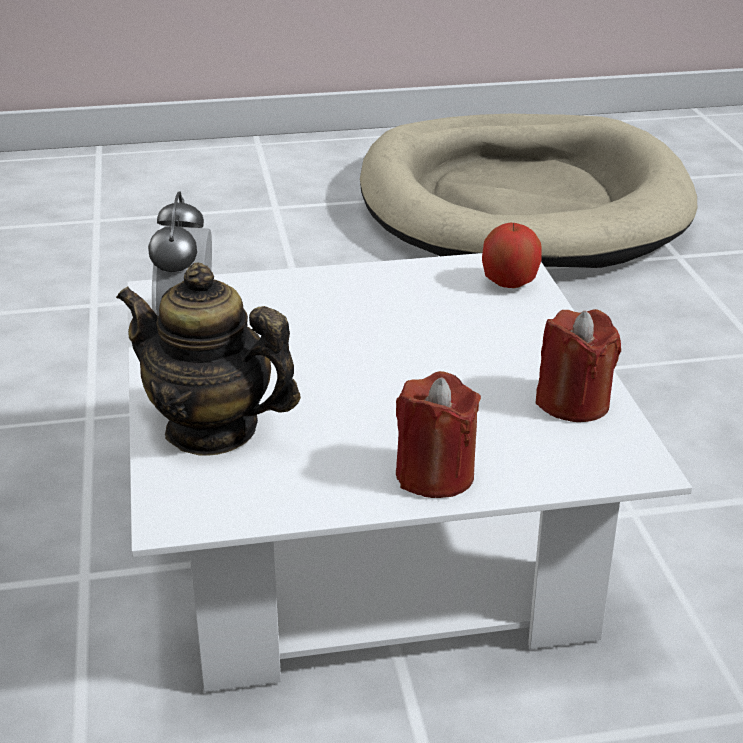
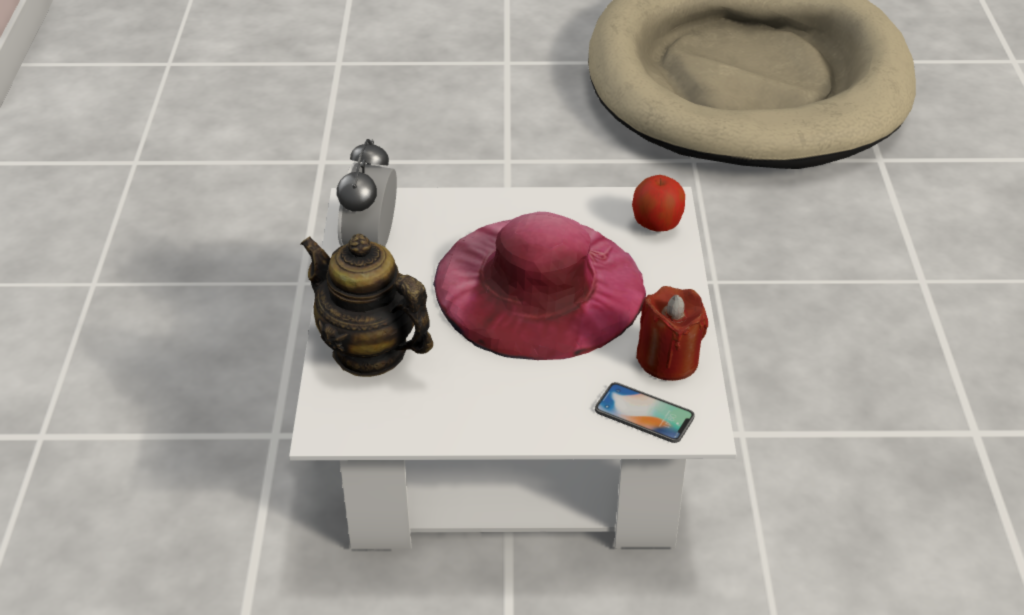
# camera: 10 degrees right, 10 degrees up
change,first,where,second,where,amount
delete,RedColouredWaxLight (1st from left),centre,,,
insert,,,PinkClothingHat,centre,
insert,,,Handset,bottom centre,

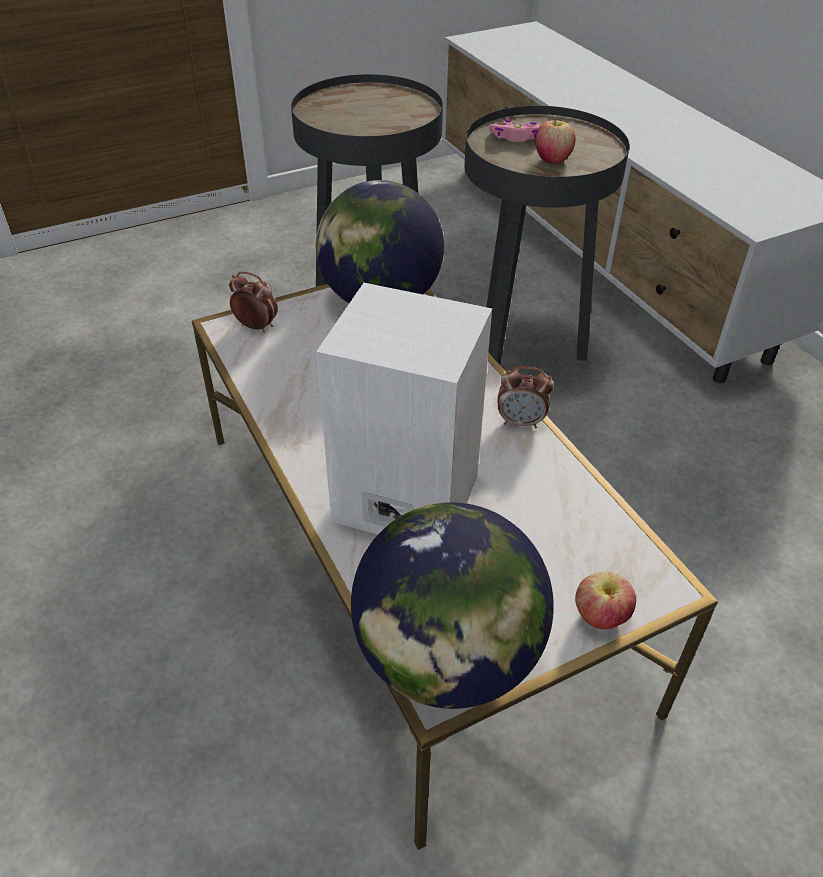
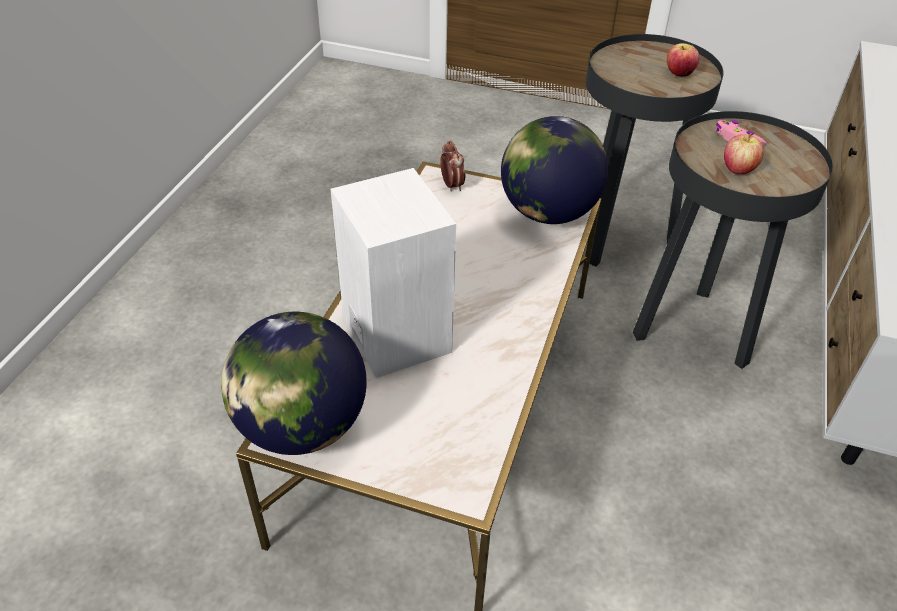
# camera: 45 degrees right, 0 degrees up
change,first,where,second,where,amount
delete,TableClock (2nd from left),centre,,,
move,AppleFruit (2nd from left in the first image),bottom right,AppleFruit (1st from left),top right,

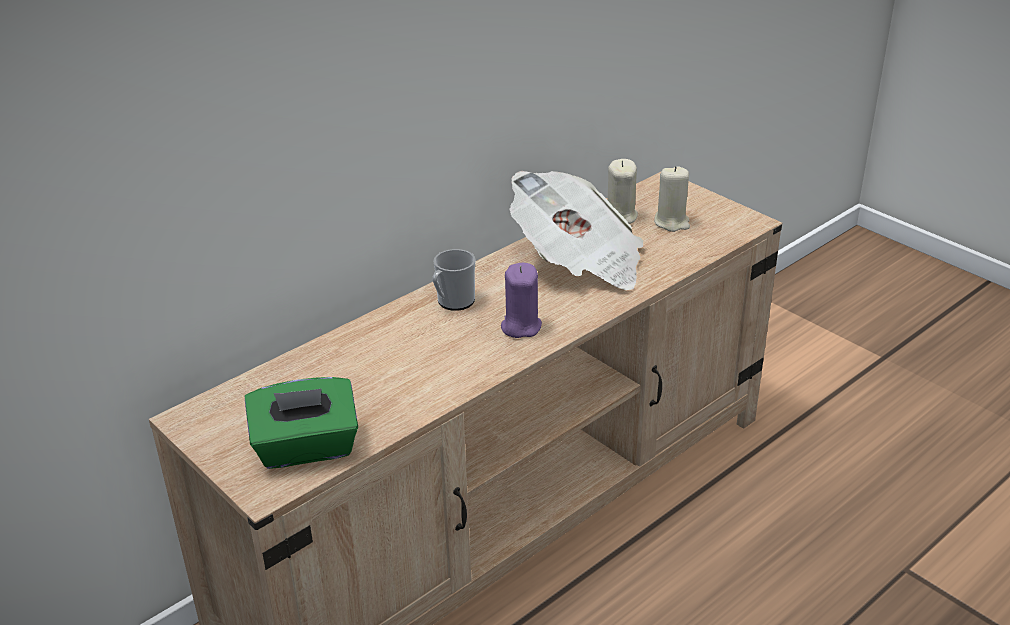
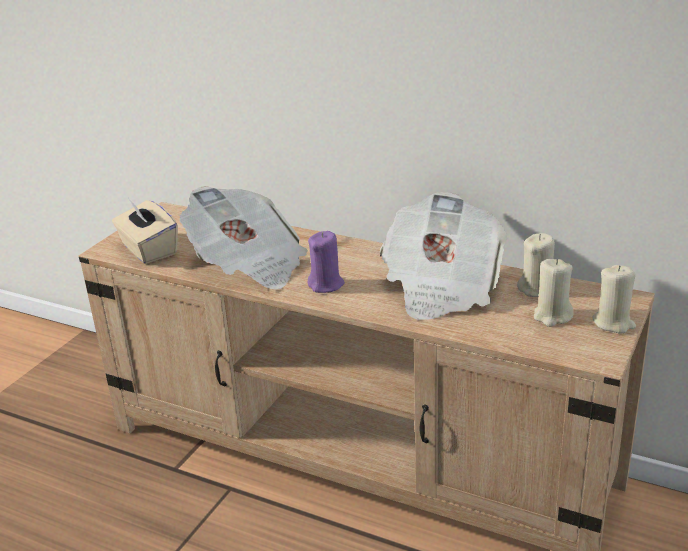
# camera: 70 degrees right, 5 degrees down
change,first,where,second,where,amount
delete,Mug,centre,,,
recolor,GreenTissueBox,bottom left,BeigeTissueBox,middle left,
insert,,,DailyPaper (1st from left),centre,
insert,,,BeigeWaxLight (3rd from left),middle right,

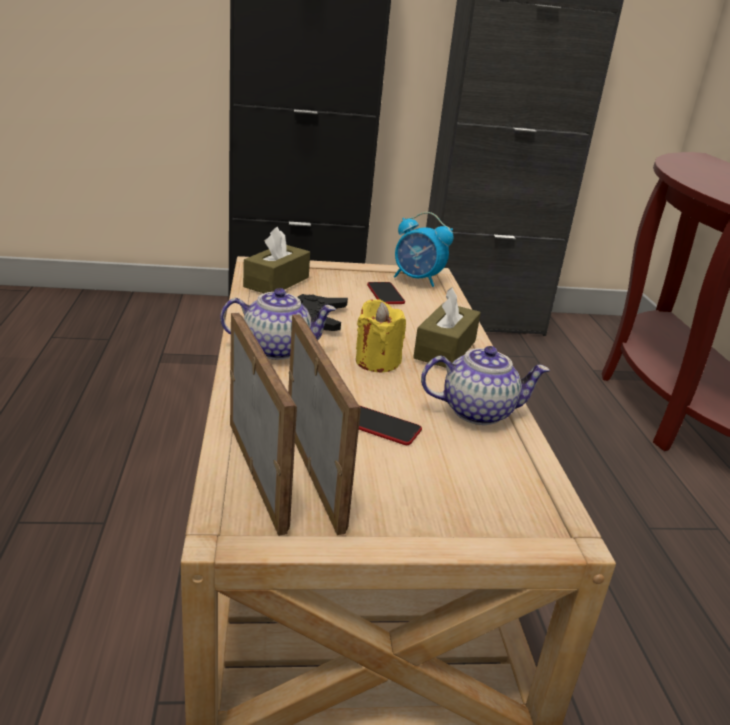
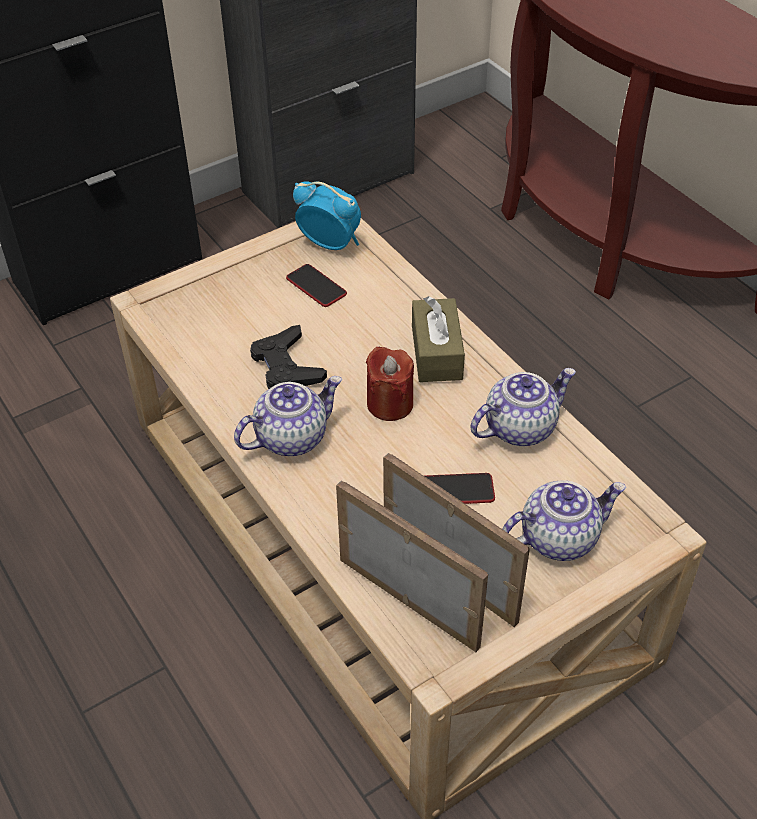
# camera: 25 degrees left, 20 degrees up
change,first,where,second,where,amount
rotate,TableClock,centre,,top centre,150 degrees counterclockwise
delete,BrownTissueBox (1st from left),centre,,,
recolor,YellowColouredWaxLight,centre,RedColouredWaxLight,centre,
insert,,,Teapot (3rd from left),middle right,

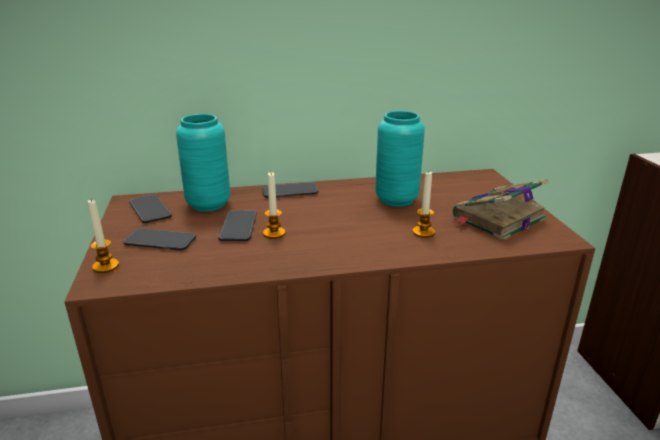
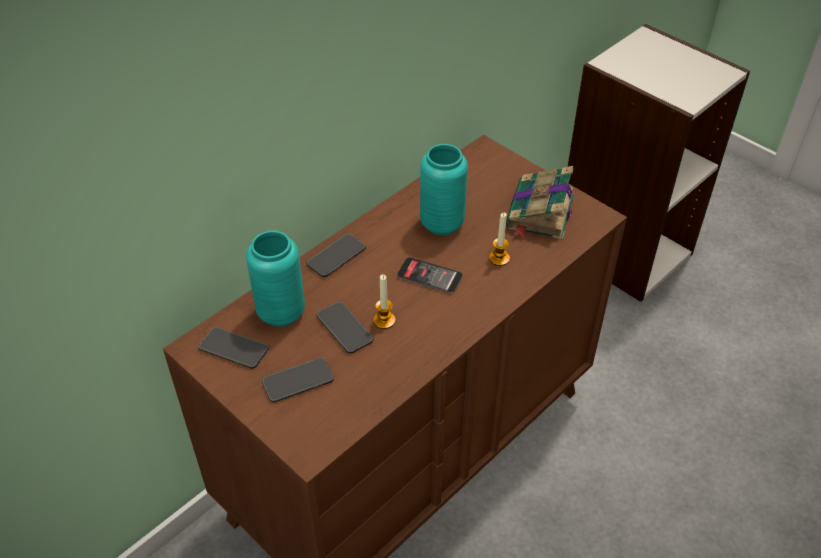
# camera: 35 degrees left, 20 degrees up
change,first,where,second,where,amount
delete,WaxLight (1st from left),middle left,,,
insert,,,Handset (5th from left),centre,

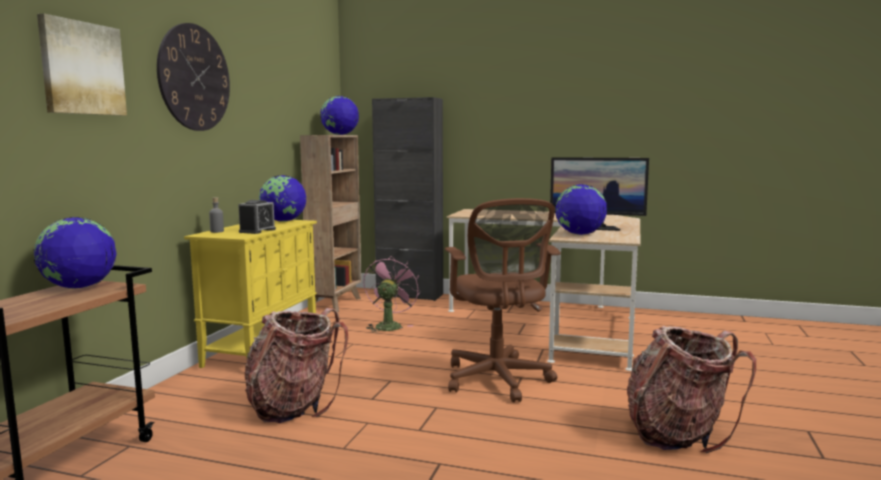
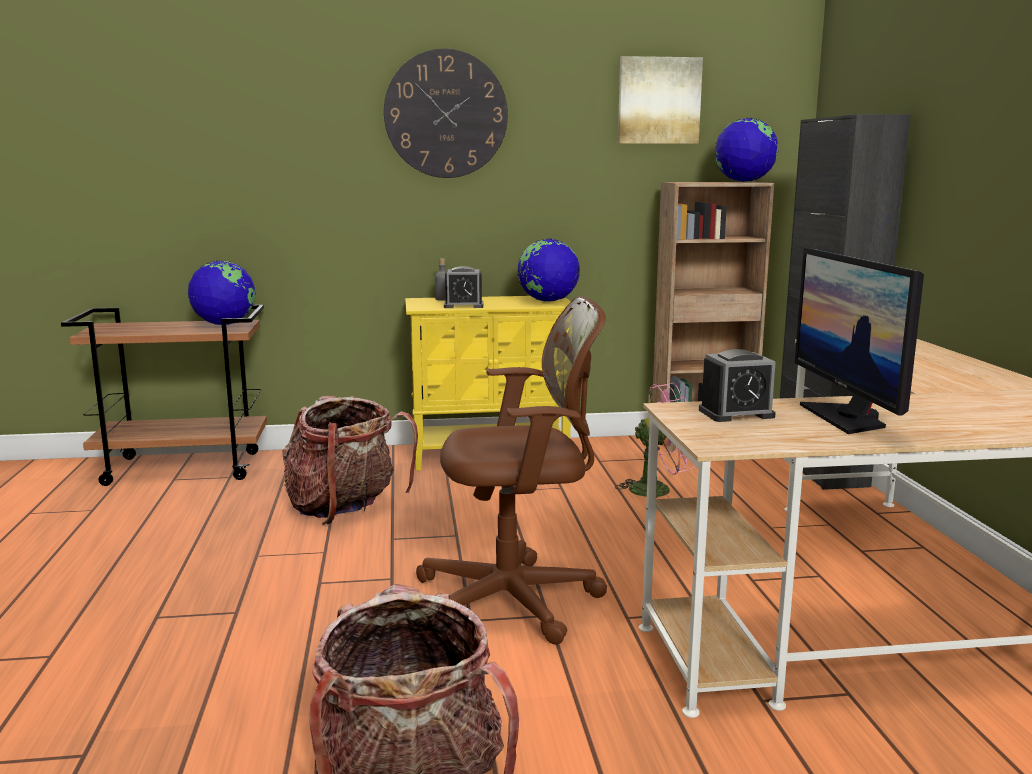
# camera: 65 degrees right, 5 degrees up
change,first,where,second,where,amount
move,Picture,top left,,top centre,
replace,WorldGlobe (4th from left),centre,TableClock (2nd from left),middle right,
rotate,BrownComputerChair,centre,,centre,150 degrees counterclockwise

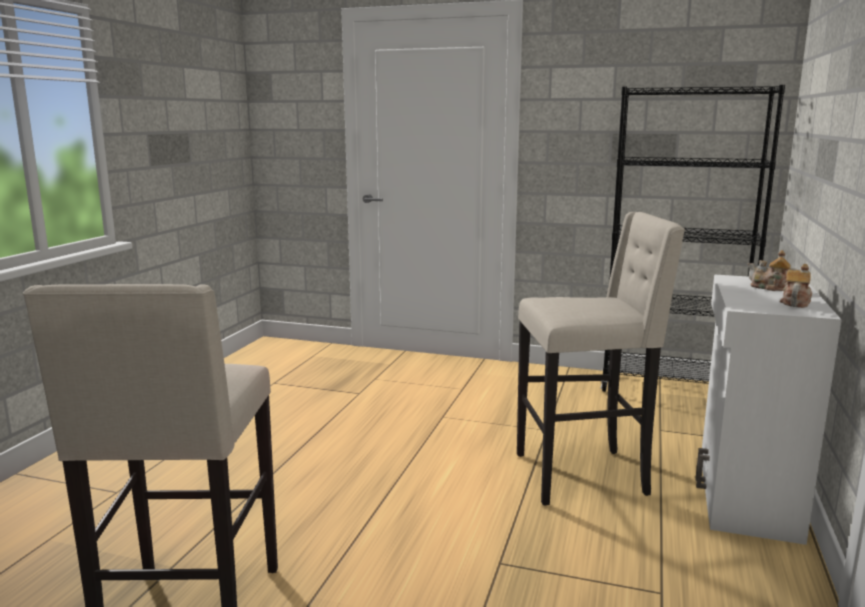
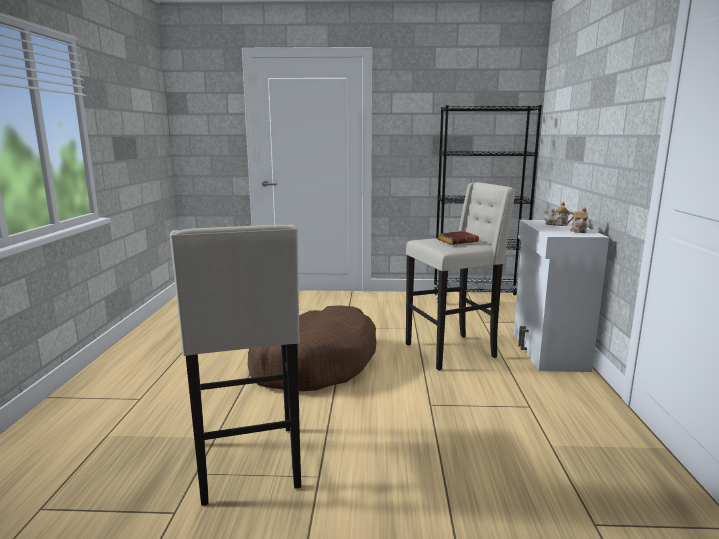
# camera: 15 degrees left, 0 degrees up
change,first,where,second,where,amount
insert,,,BrownBoundBook,centre,
insert,,,BrownDogBed,centre,

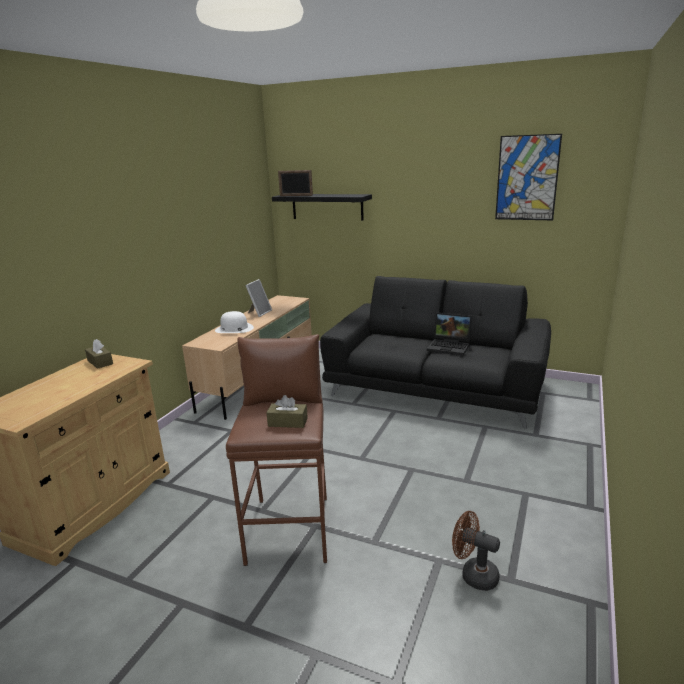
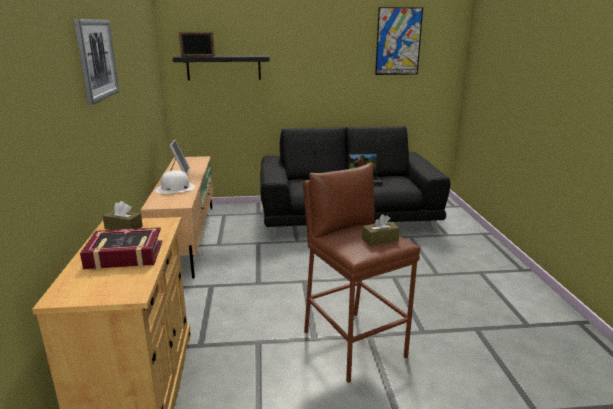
# camera: 30 degrees left, 0 degrees up
change,first,where,second,where,amount
delete,BrownElectricFan,bottom right,,,
insert,,,Picture (1st from left),top left,
insert,,,BoundBook,middle left,

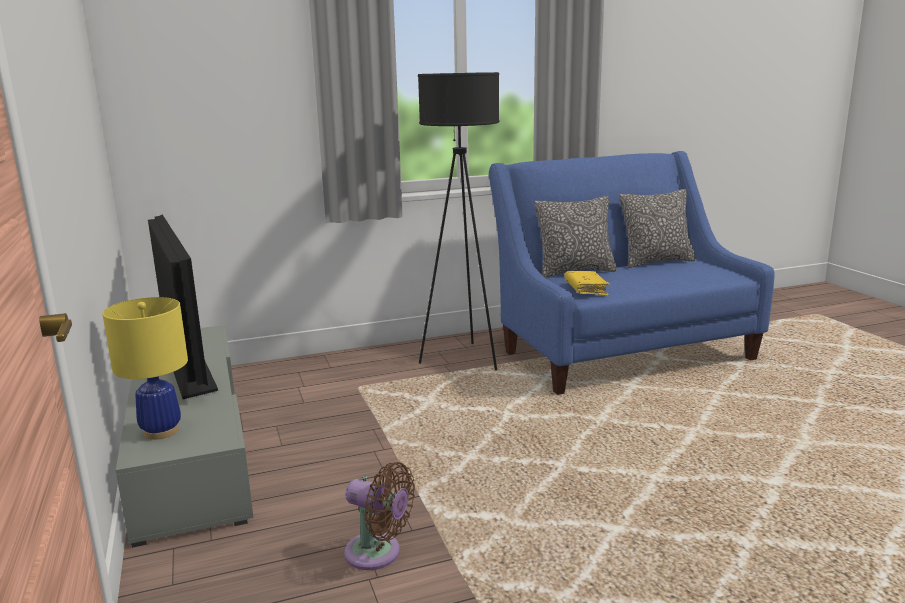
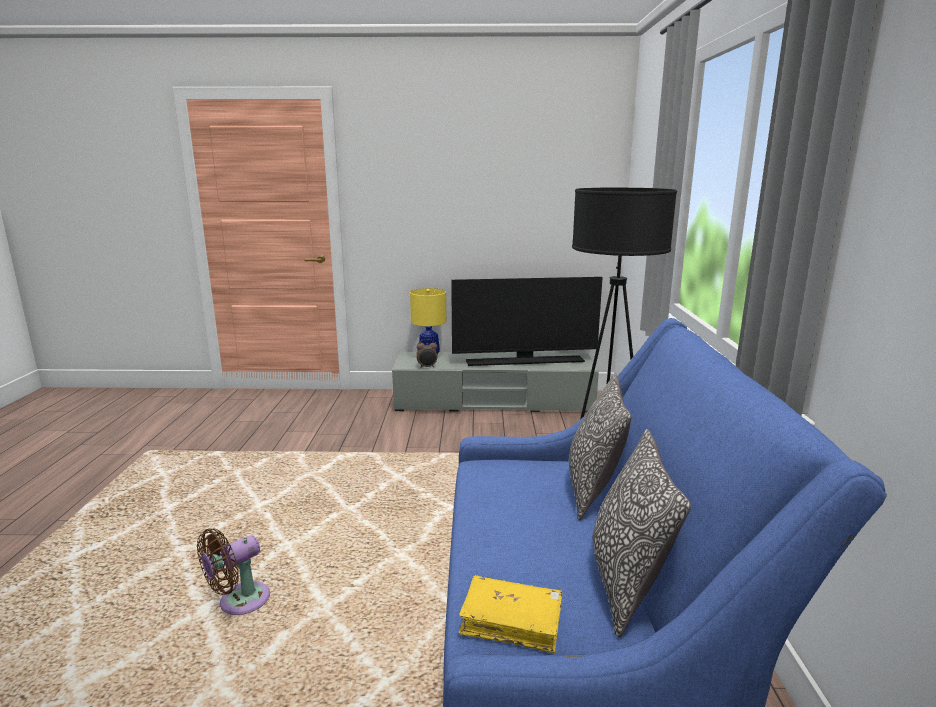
# camera: 110 degrees right, 0 degrees up
change,first,where,second,where,amount
move,YellowColouredBoundBook,centre,,bottom centre,
move,BrownElectricFan,bottom centre,,bottom left,
insert,,,TableClock,centre,

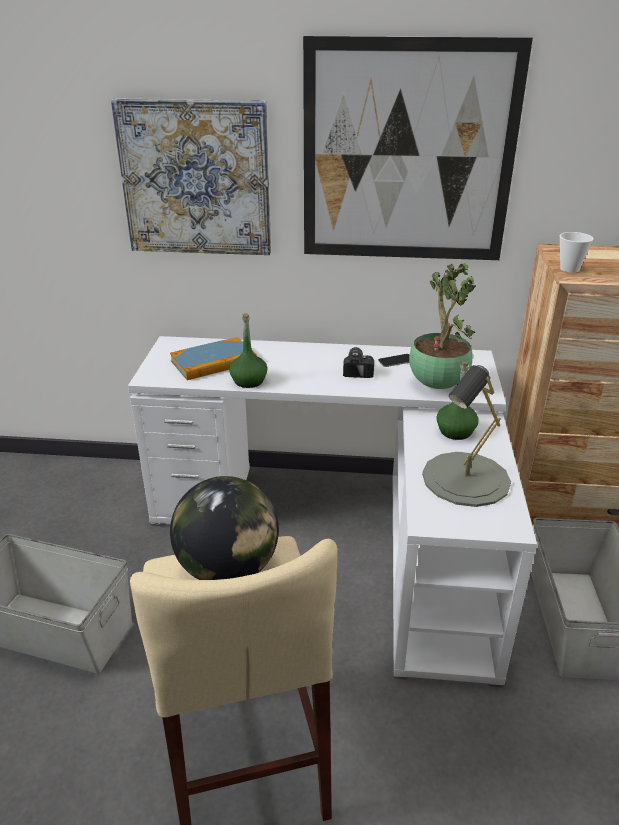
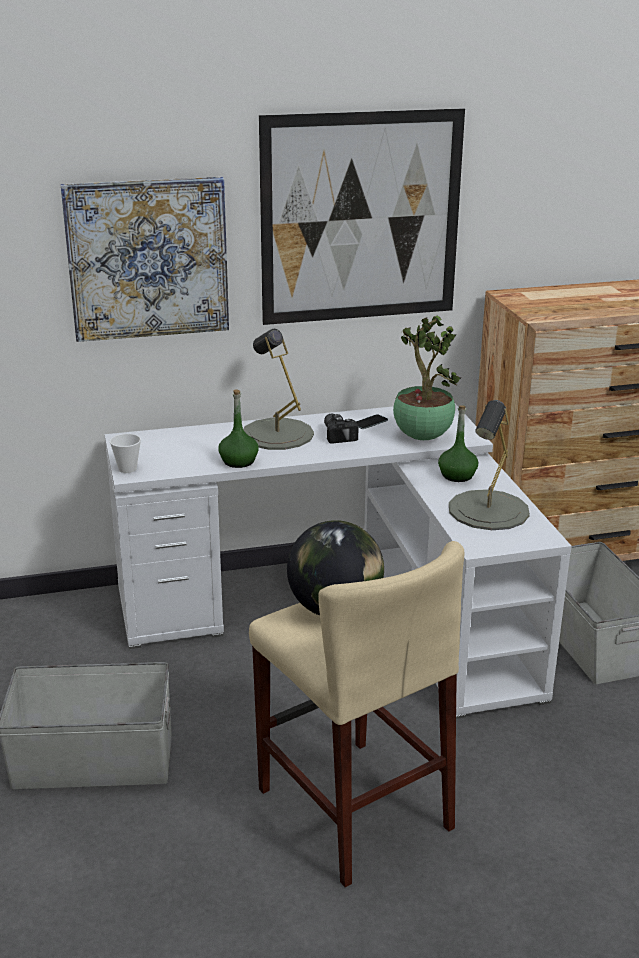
# camera: 20 degrees left, 5 degrees down
change,first,where,second,where,amount
move,SmallCup,top right,,middle left,
delete,BoundBook,centre,,,
insert,,,GreyLampForATable (1st from left),centre,

